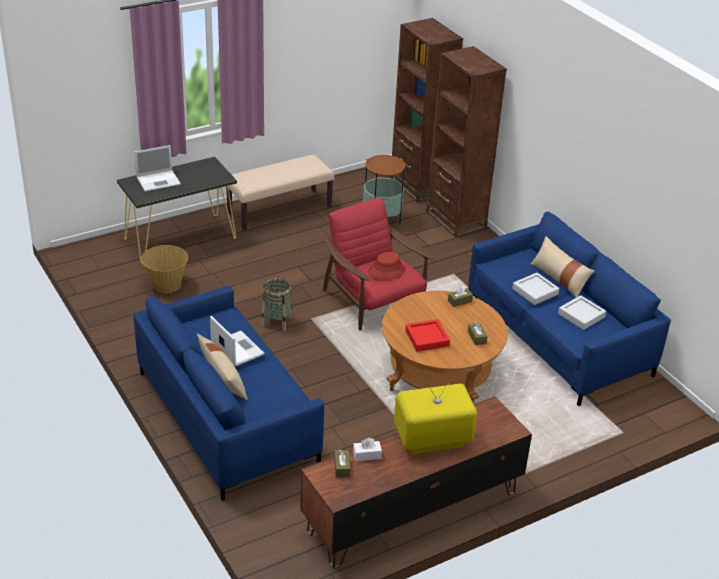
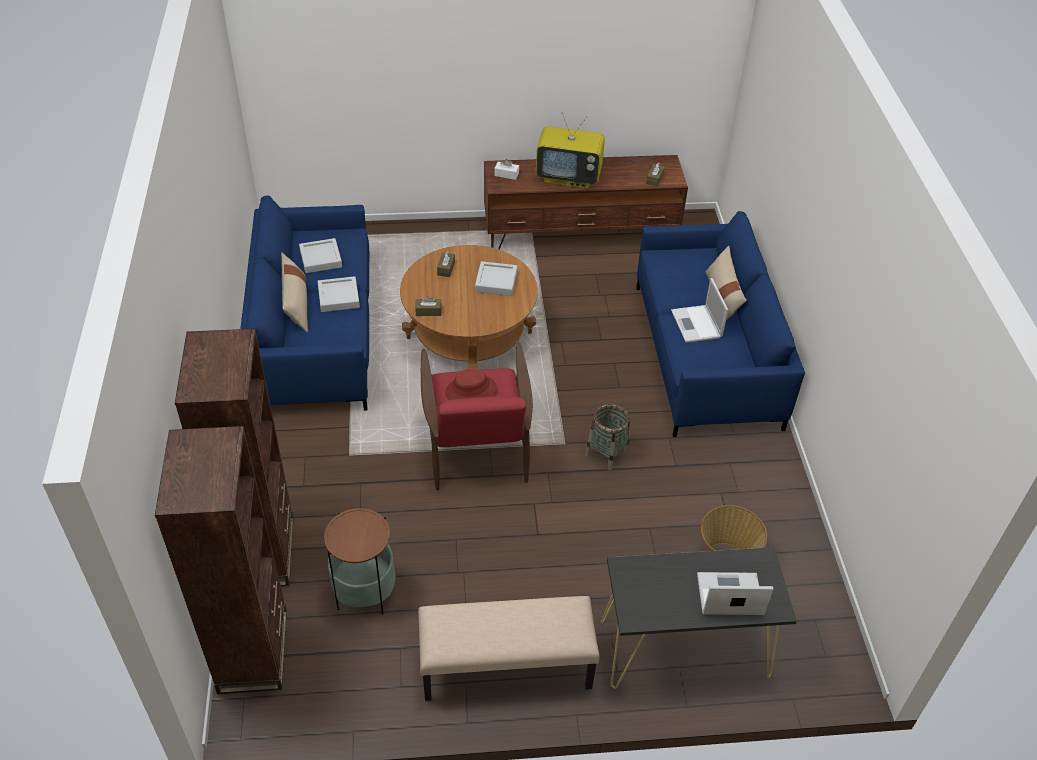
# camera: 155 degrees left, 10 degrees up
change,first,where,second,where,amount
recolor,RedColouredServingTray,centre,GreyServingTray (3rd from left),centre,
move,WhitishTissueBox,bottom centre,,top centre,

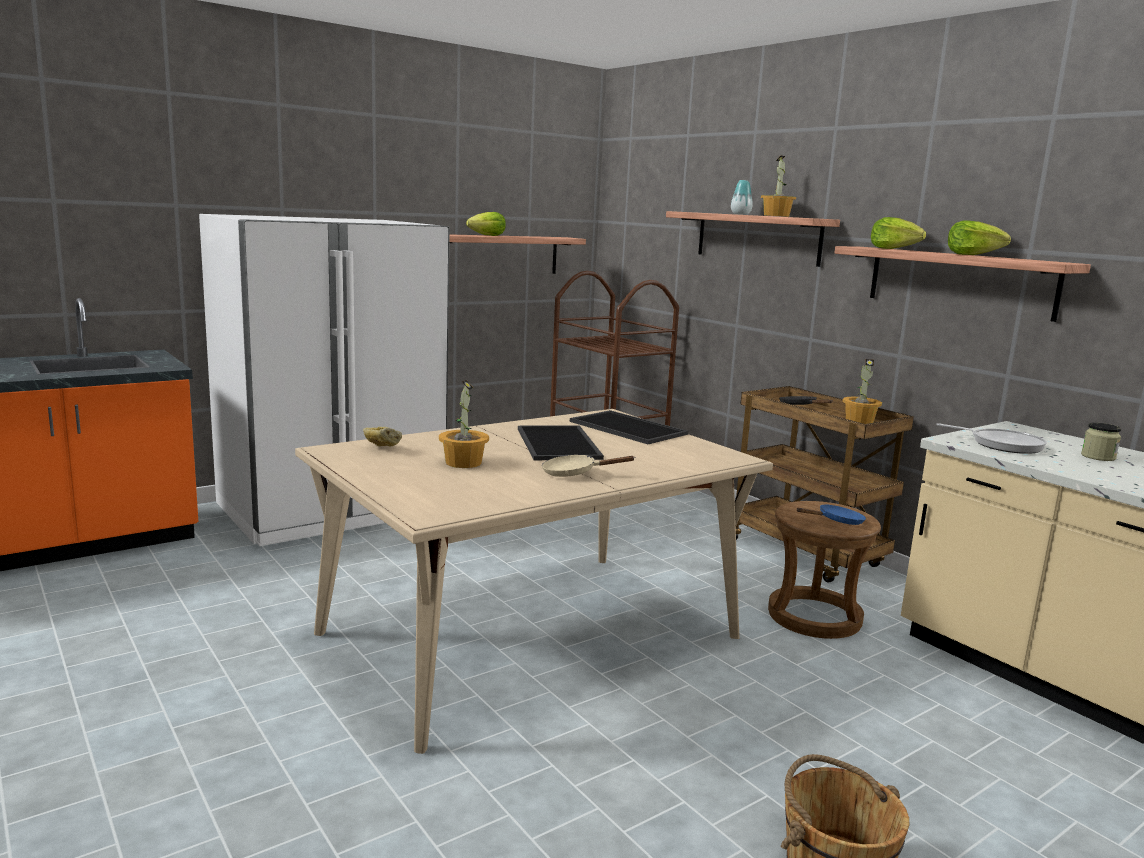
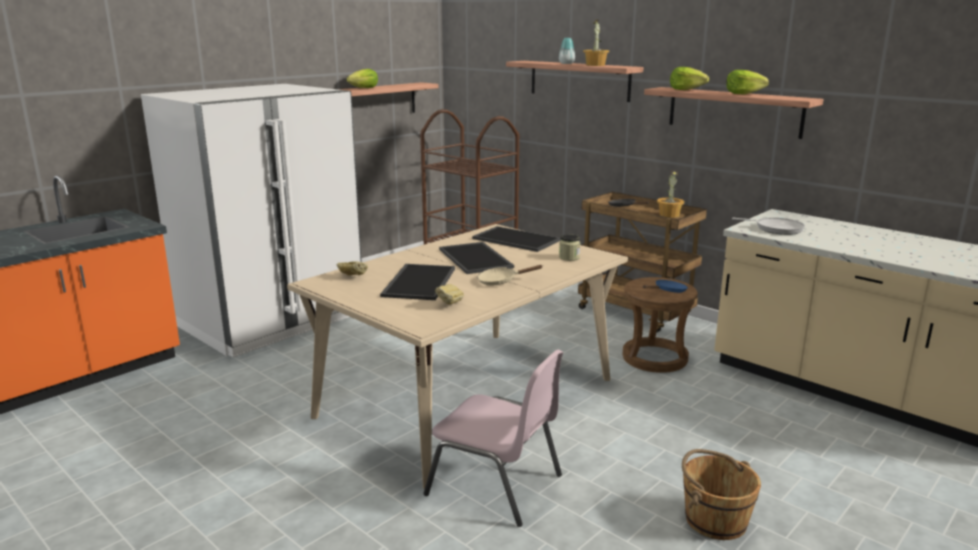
# camera: 10 degrees left, 5 degrees up
change,first,where,second,where,amount
replace,PlantInAPot (1st from left),centre,ServingTray (1st from left),centre,
move,StorageJar,middle right,,centre,
insert,,,BakeryBread (2nd from left),centre,
insert,,,PinkPlainChair,bottom centre,

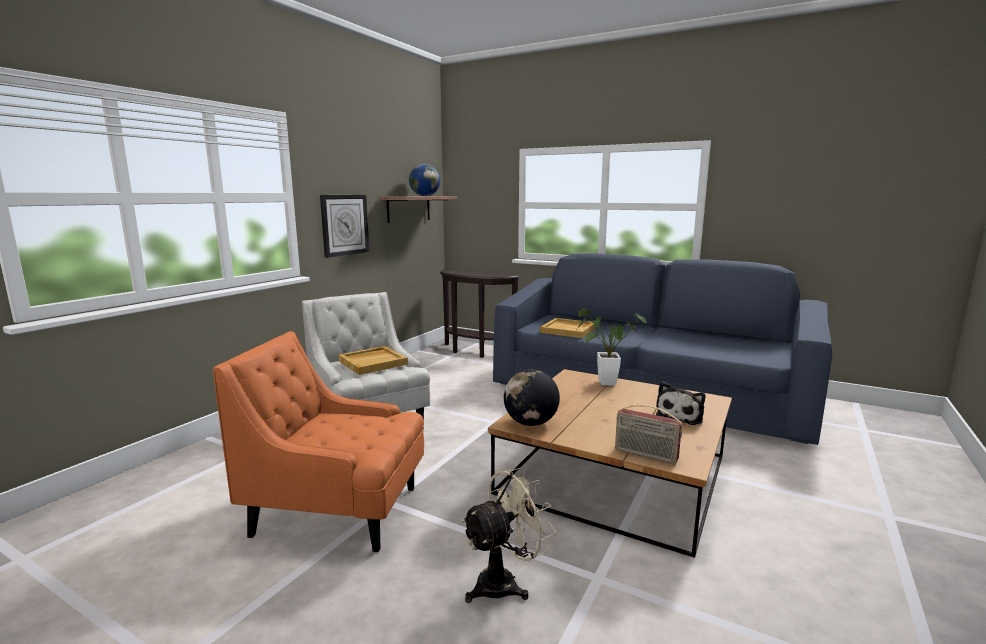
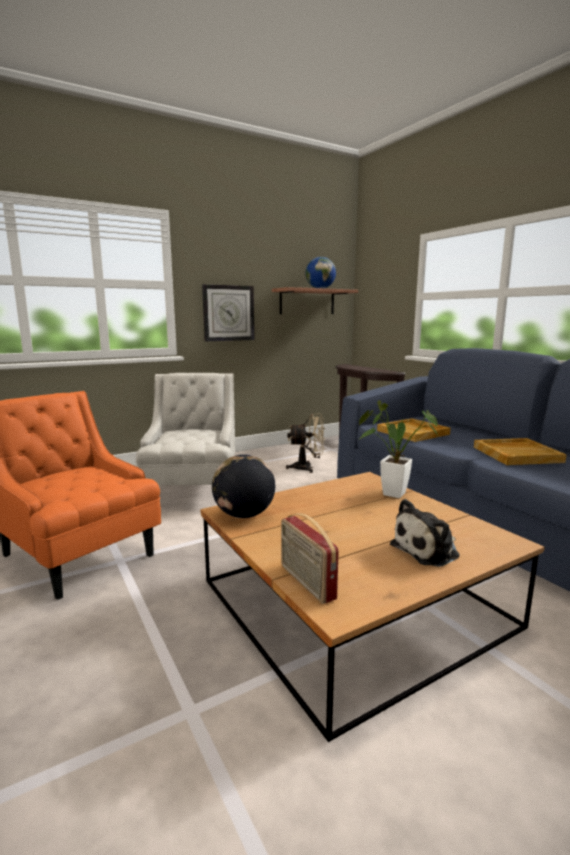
# camera: 30 degrees right, 0 degrees up
change,first,where,second,where,amount
move,BeigeServingTray (1st from left in the first image),centre,BeigeServingTray (2nd from left),middle right,
move,BeigeElectricFan,bottom centre,,centre,

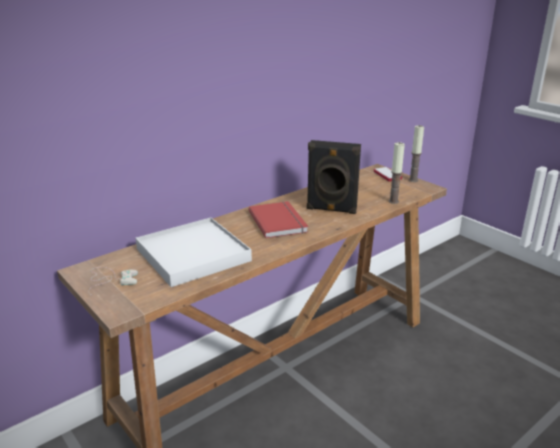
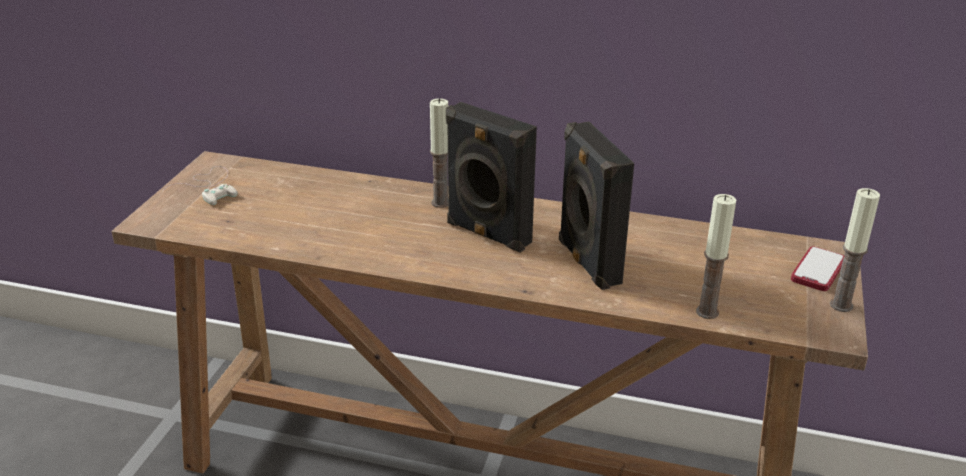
# camera: 55 degrees right, 5 degrees up
change,first,where,second,where,amount
replace,RedColouredBoundBook,centre,BlackColouredAudioSpeaker (1st from left),centre,
delete,WhitishServingTray,centre,,,
insert,,,WaxLight (1st from left),top centre,

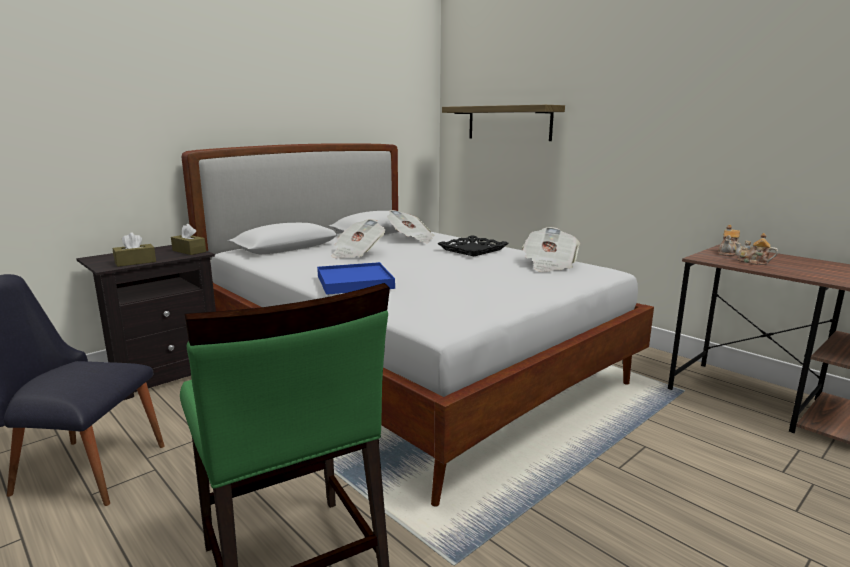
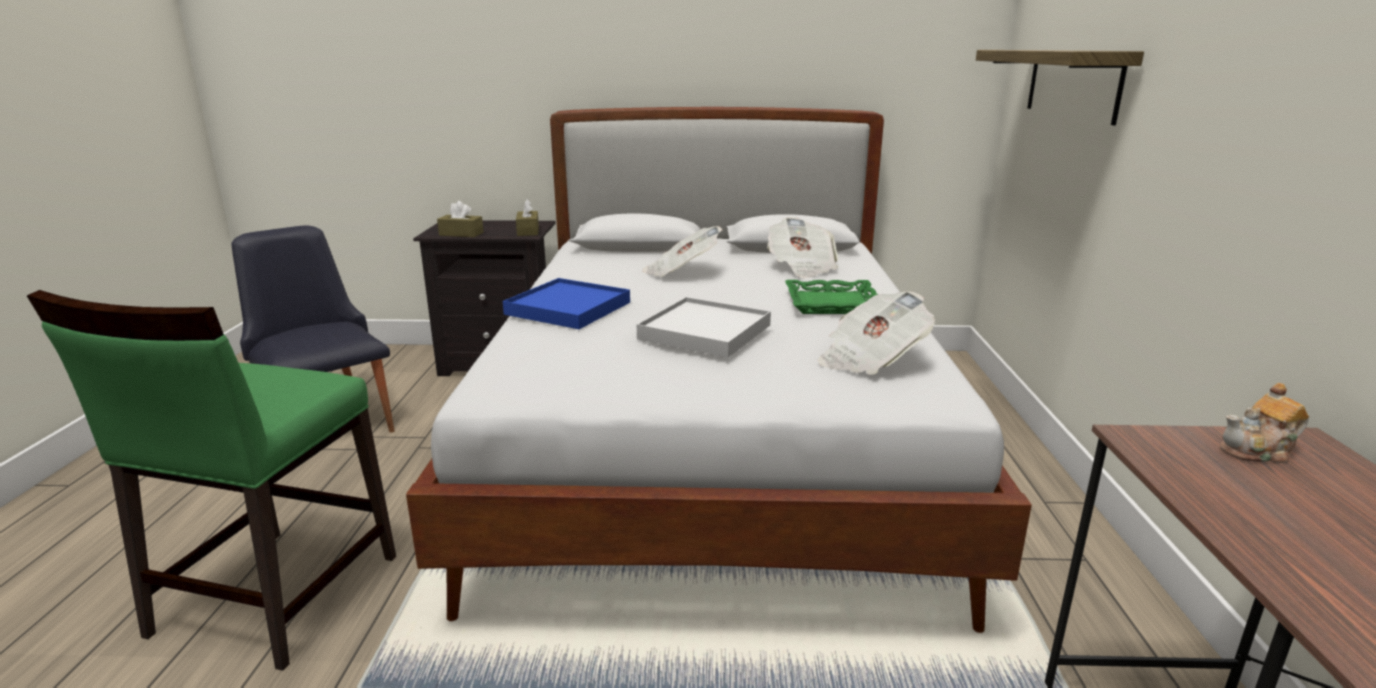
# camera: 45 degrees right, 5 degrees up
change,first,where,second,where,amount
delete,Teapot (2nd from left),middle right,,,
recolor,BlackColouredServingTray,centre,GreenServingTray,centre,
insert,,,WhitishServingTray,centre,

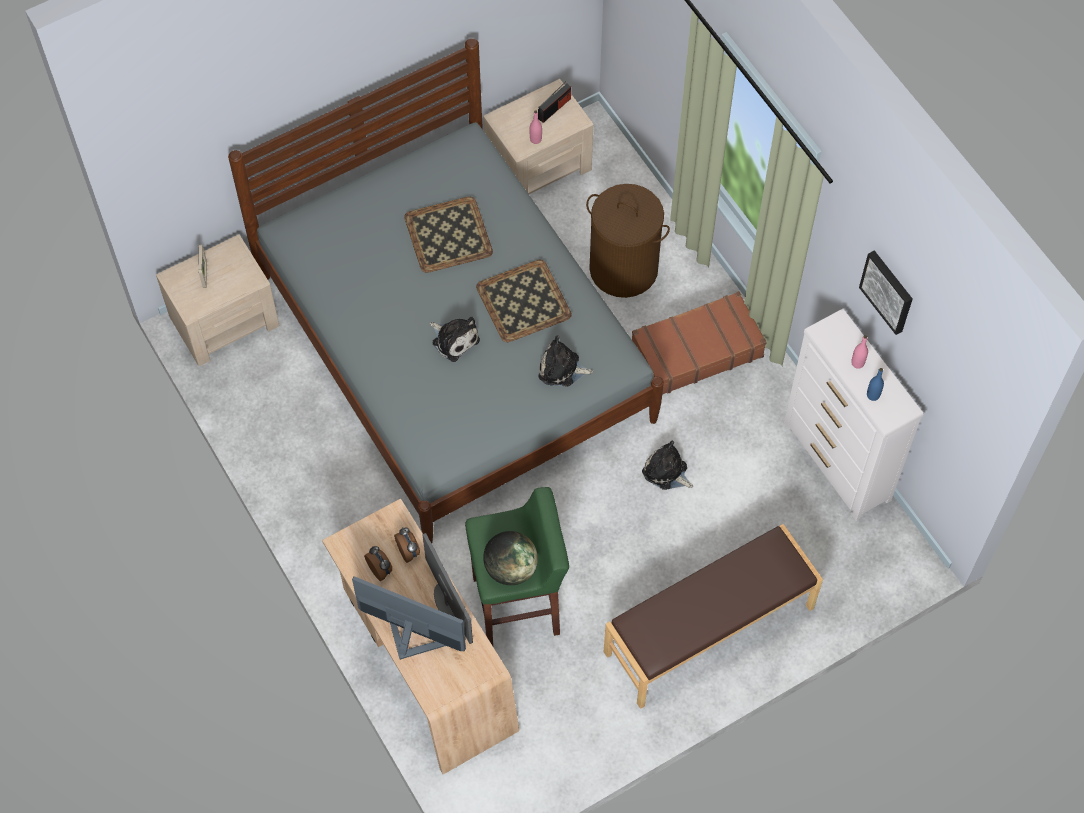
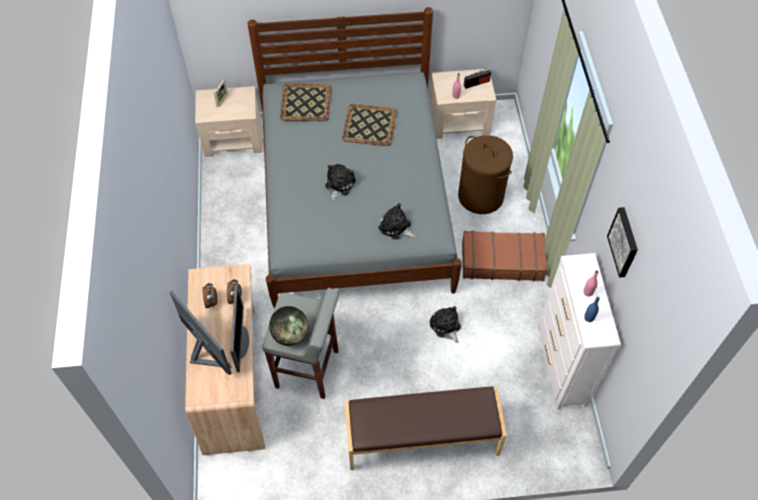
# camera: 25 degrees right, 5 degrees down
change,first,where,second,where,amount
move,ServingTray (2nd from left in the first image),centre,ServingTray (1st from left),top centre,
rotate,PlushToy (1st from left),centre,,centre,135 degrees counterclockwise
recolor,GreenSittingStool,bottom centre,GreySittingStool,bottom centre,

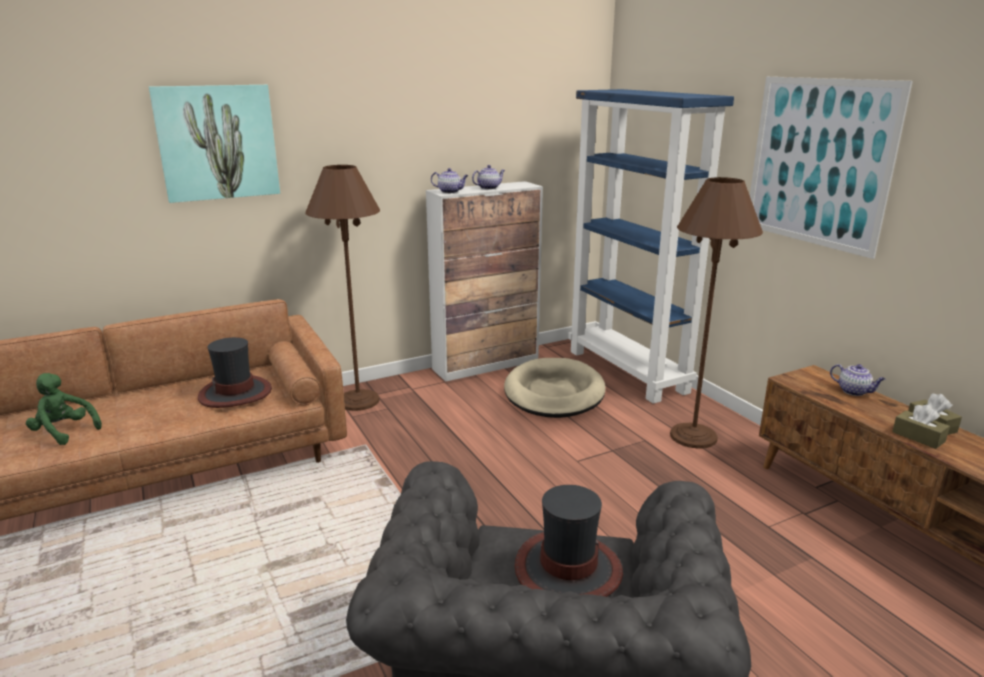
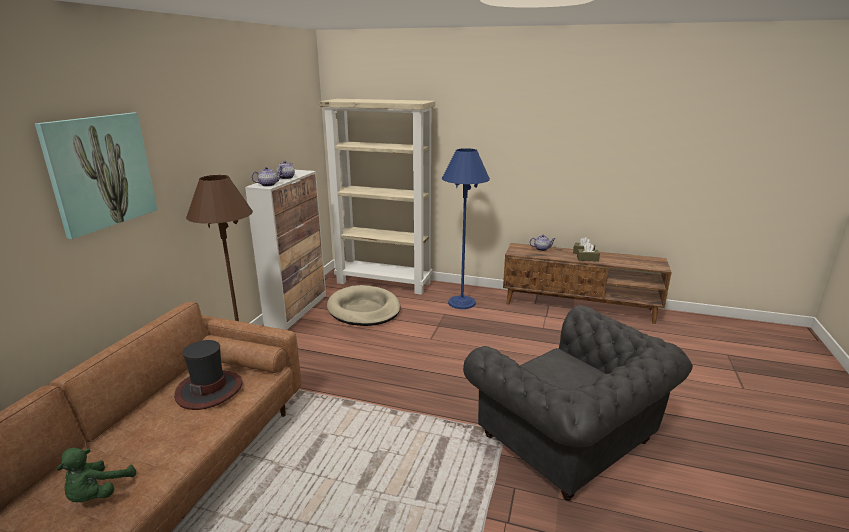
# camera: 45 degrees left, 0 degrees up
change,first,where,second,where,amount
delete,Picture (2nd from left),top right,,,
recolor,BluishBookcase,centre,BeigeBookcase,centre,
recolor,BrownStandingLamp (2nd from left),middle right,BluishStandingLamp,centre,
rotate,GreenPlushToy,middle left,,bottom left,60 degrees counterclockwise
delete,ClothingHat (2nd from left),bottom centre,,,

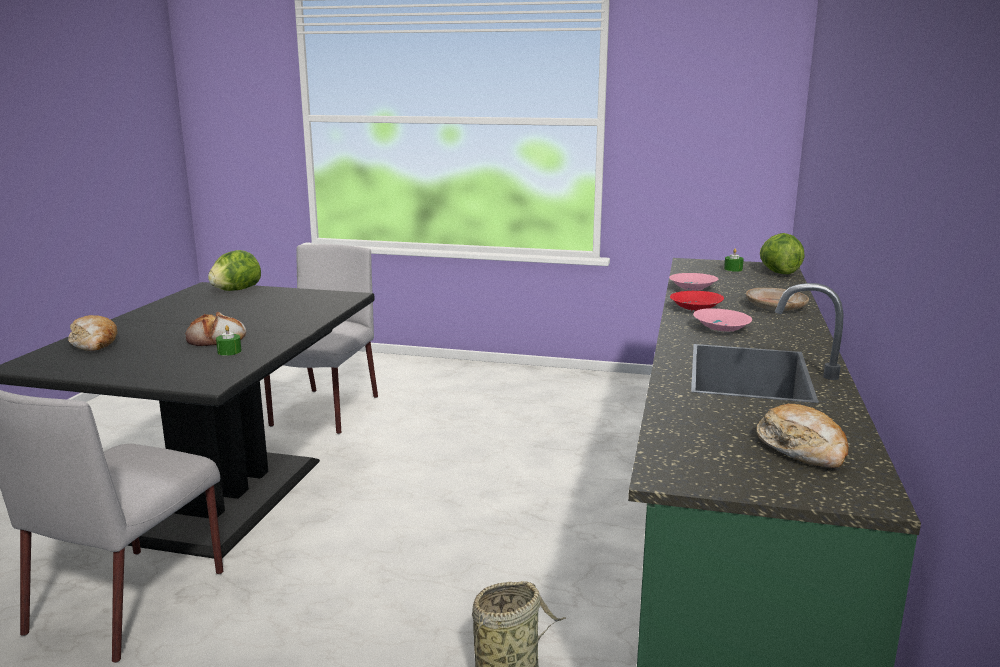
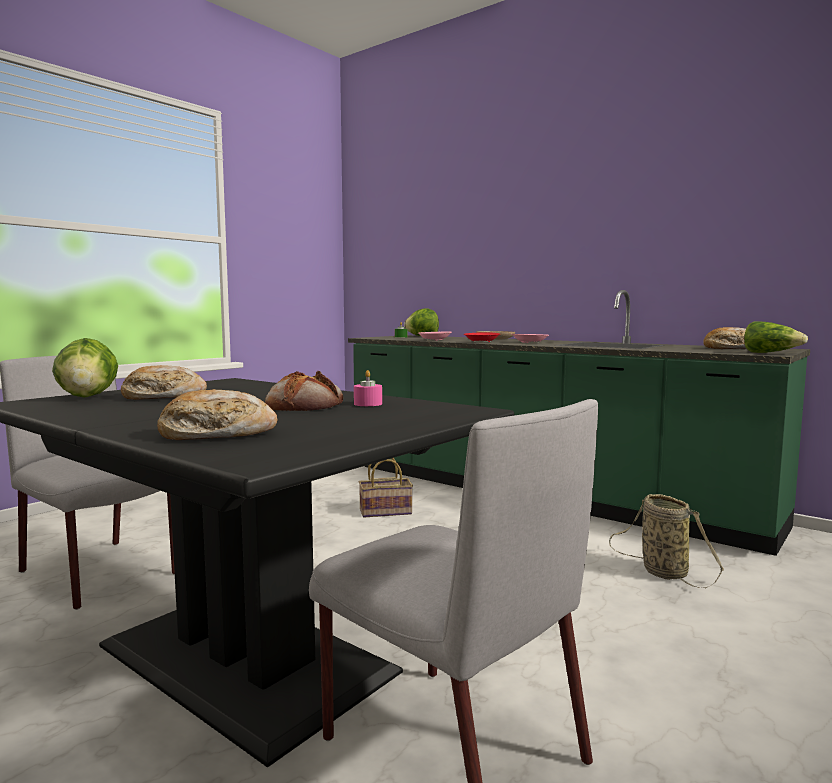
# camera: 65 degrees left, 10 degrees down
change,first,where,second,where,amount
recolor,GreenWaxLight (1st from left),middle left,PinkWaxLight,centre,
insert,,,HeadOfLettuce (3rd from left),middle right,
insert,,,BakeryBread (1st from left),middle left,
insert,,,StorageBasket (1st from left),centre,

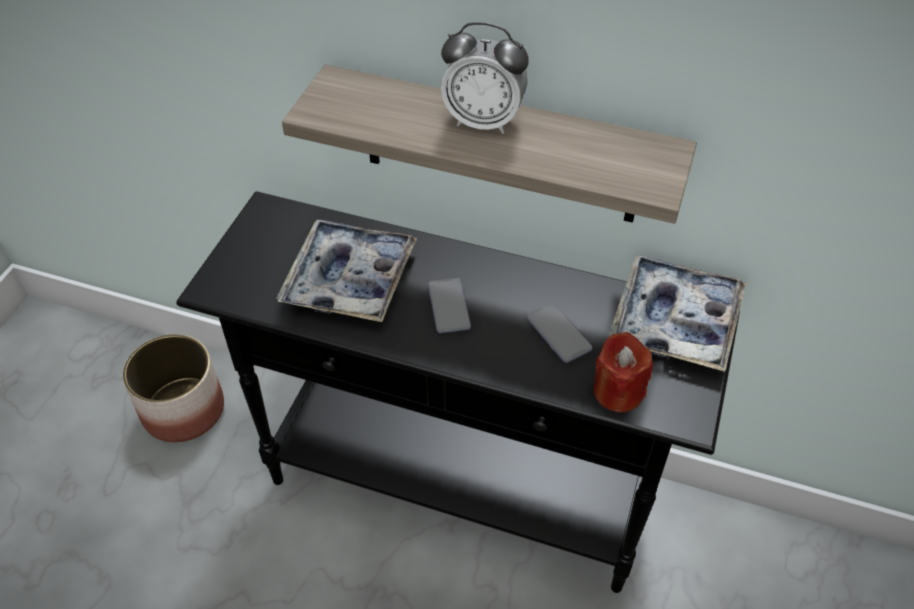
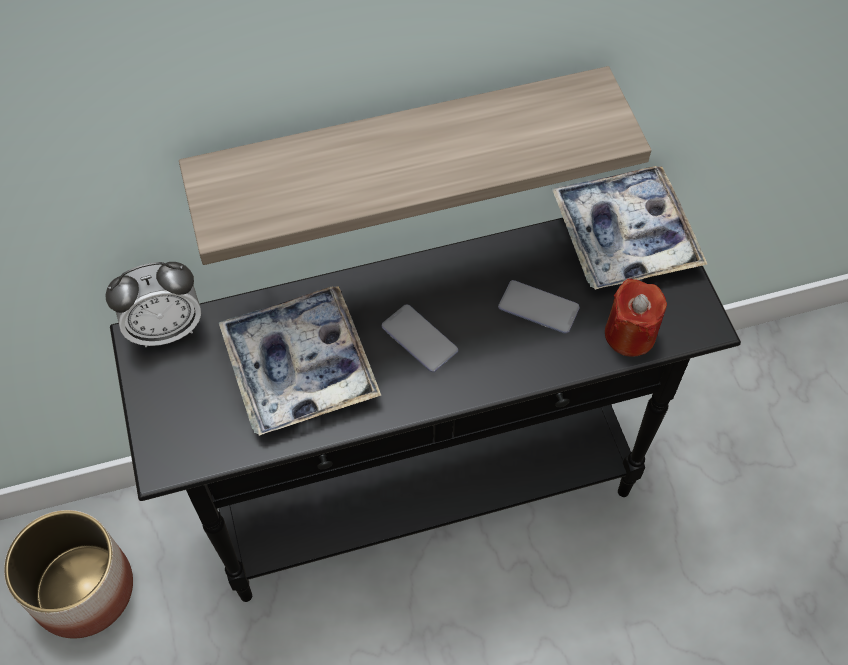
# camera: 35 degrees left, 10 degrees up
change,first,where,second,where,amount
move,TableClock,top centre,,middle left,

